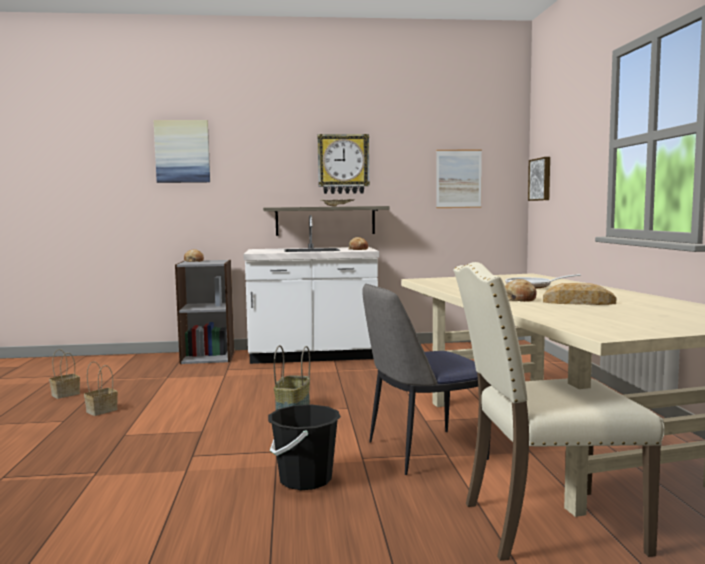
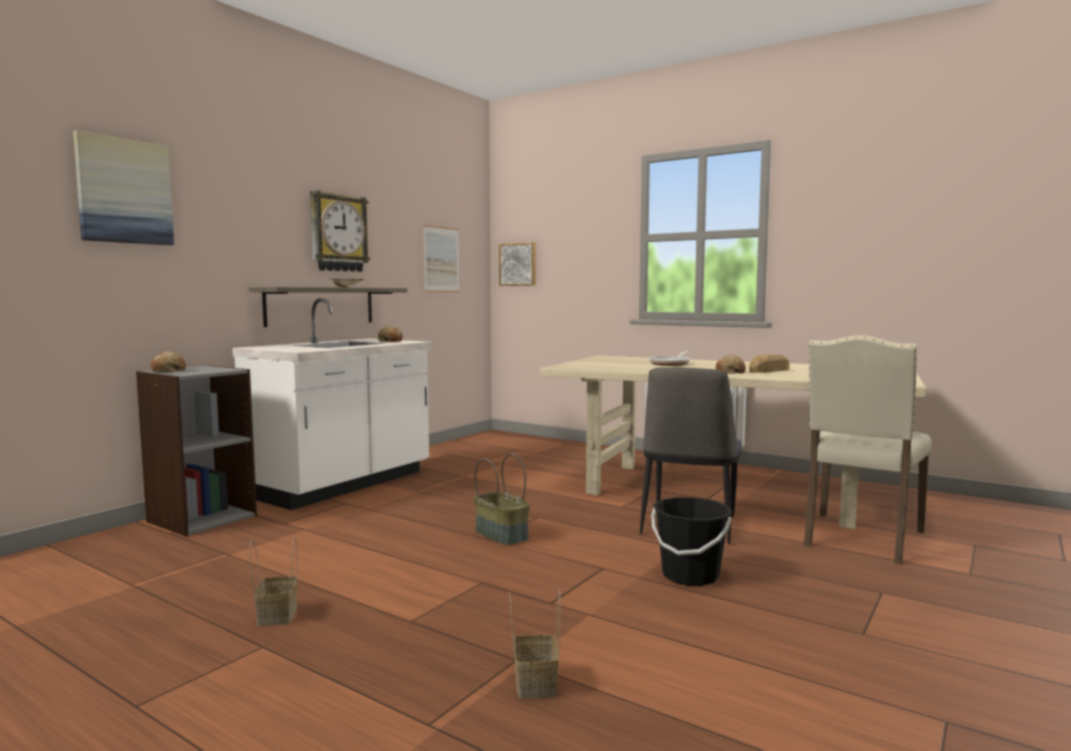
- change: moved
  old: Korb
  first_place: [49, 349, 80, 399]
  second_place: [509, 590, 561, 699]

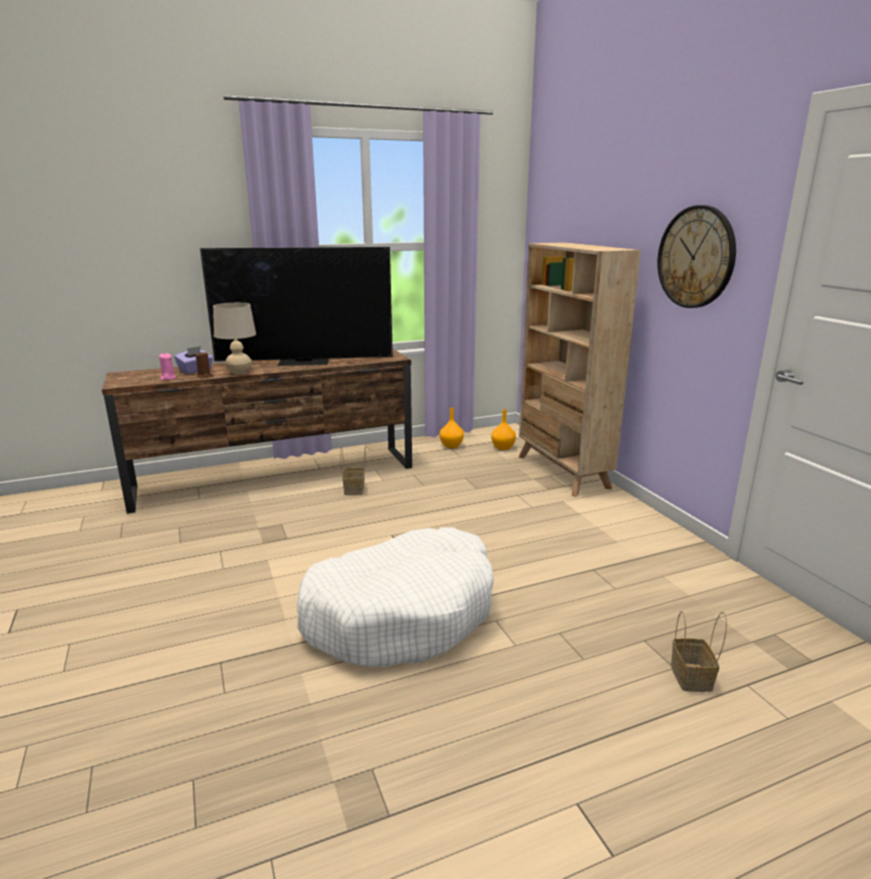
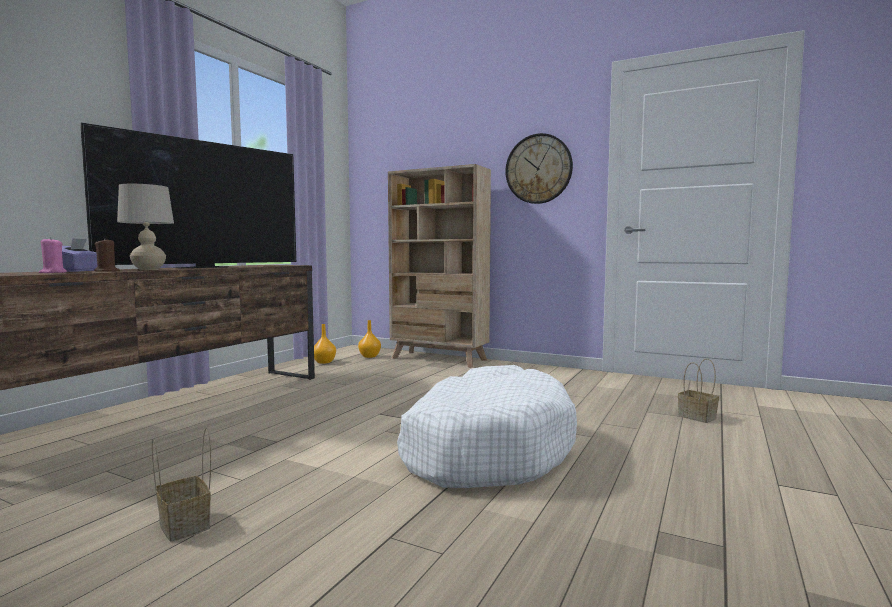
- change: moved
  old: Korb
  first_place: [340, 446, 366, 495]
  second_place: [152, 427, 211, 542]

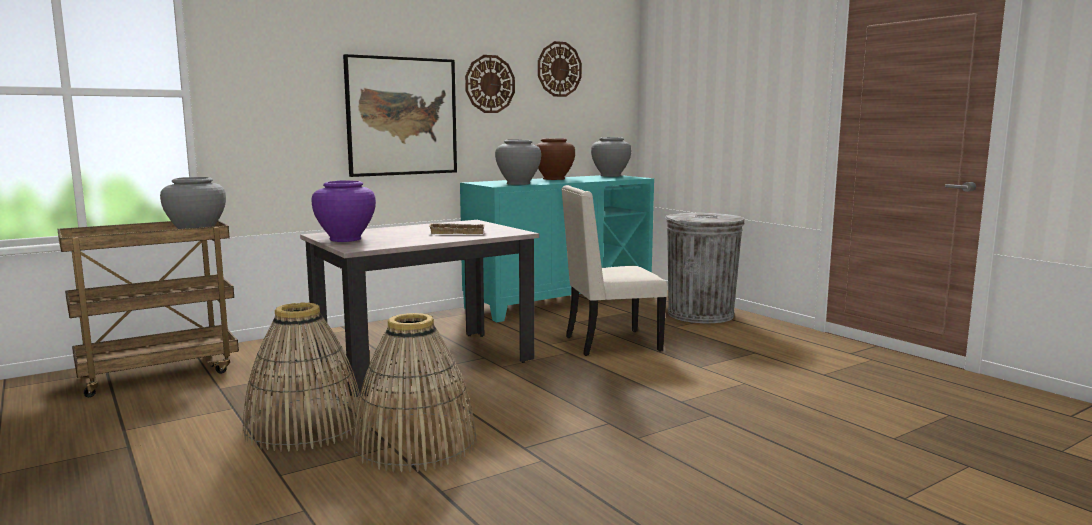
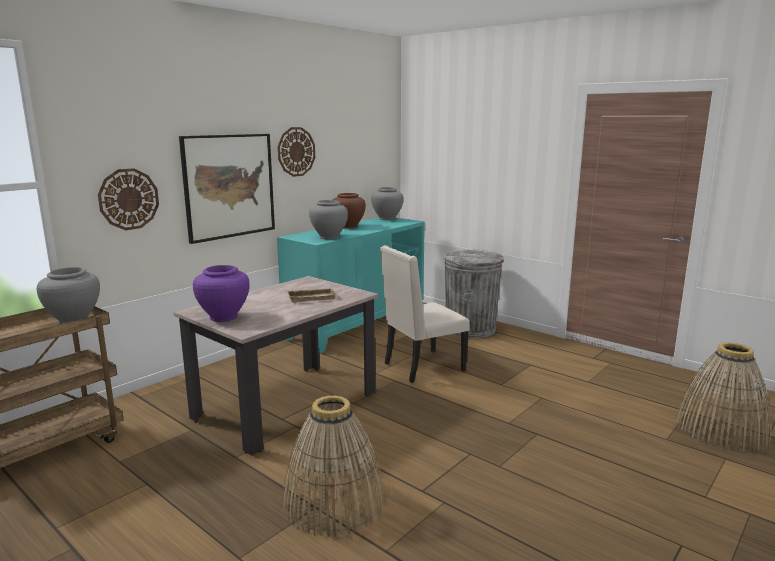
- change: moved
  old: Korb
  first_place: [243, 303, 363, 452]
  second_place: [676, 342, 772, 452]
- change: moved
  old: Wanduhr
  first_place: [538, 41, 582, 97]
  second_place: [98, 168, 159, 230]

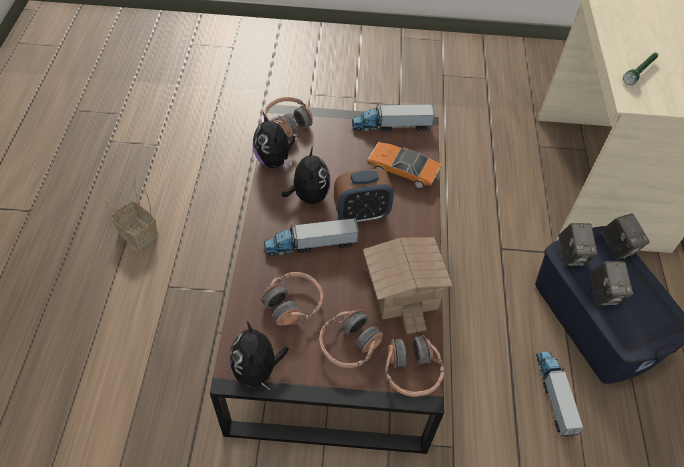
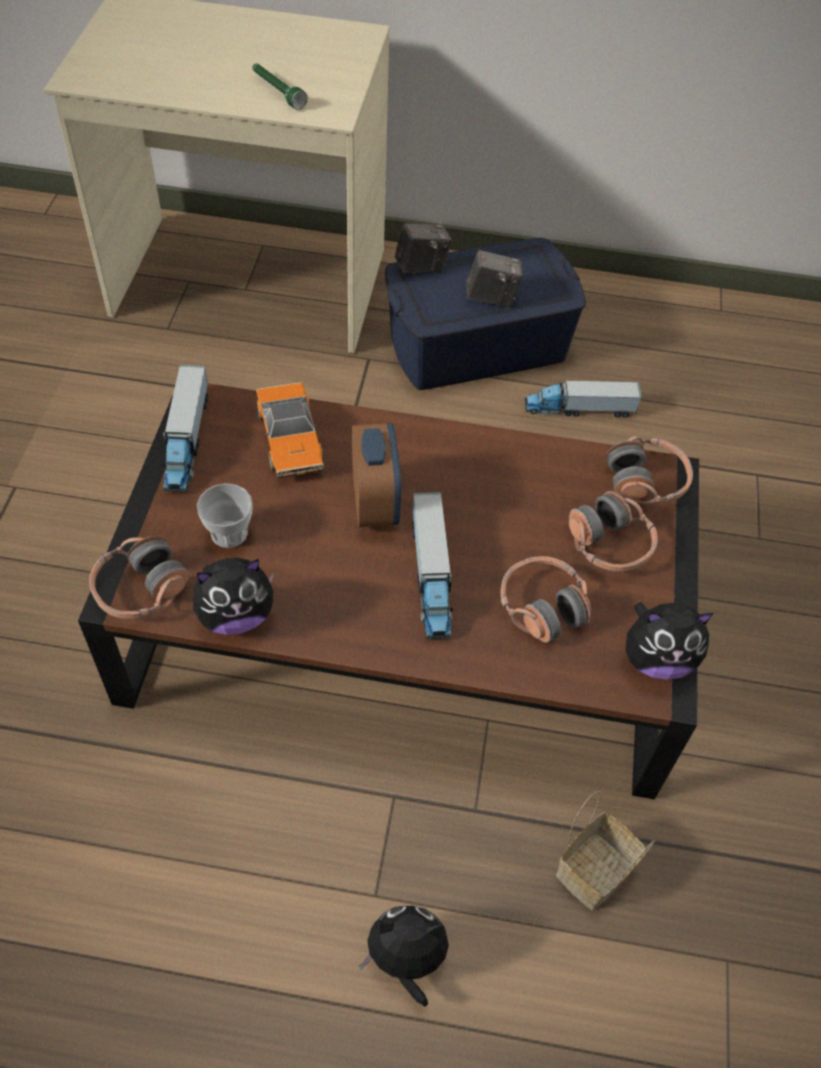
- change: moved
  old: Korb
  first_place: [106, 179, 159, 250]
  second_place: [556, 791, 655, 911]
- change: moved
  old: Plüschtier
  first_place: [282, 146, 331, 204]
  second_place: [359, 905, 449, 1007]
- change: removed
  old: Spielzeughaus
  first_place: [363, 237, 453, 334]
- change: turned
  old: Spielzeugauto
  first_place: [367, 142, 442, 189]
  second_place: [256, 382, 324, 478]
  degrees: -45
- change: removed
  old: Kamera
  first_place: [558, 223, 598, 266]
- change: added
  new: Tasse
  second_place: [197, 483, 253, 548]

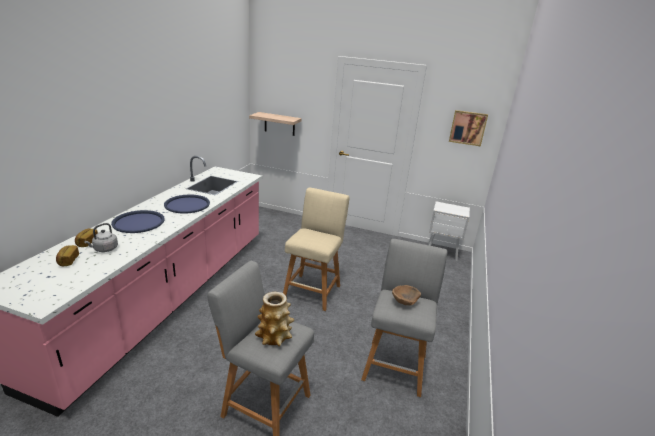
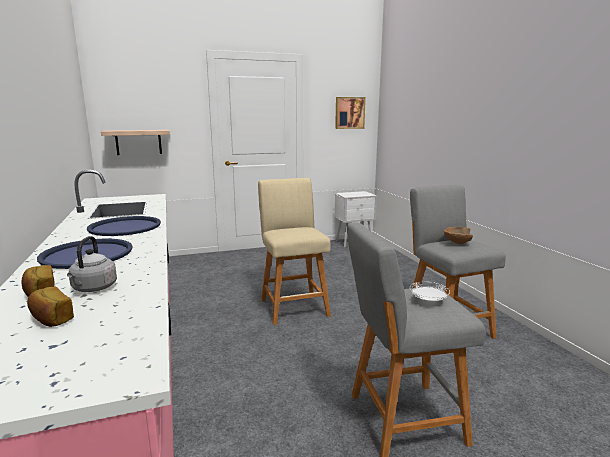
- change: replaced
  old: Vase
  new: Teller/weiß
  first_place: [255, 292, 294, 346]
  second_place: [410, 282, 450, 302]

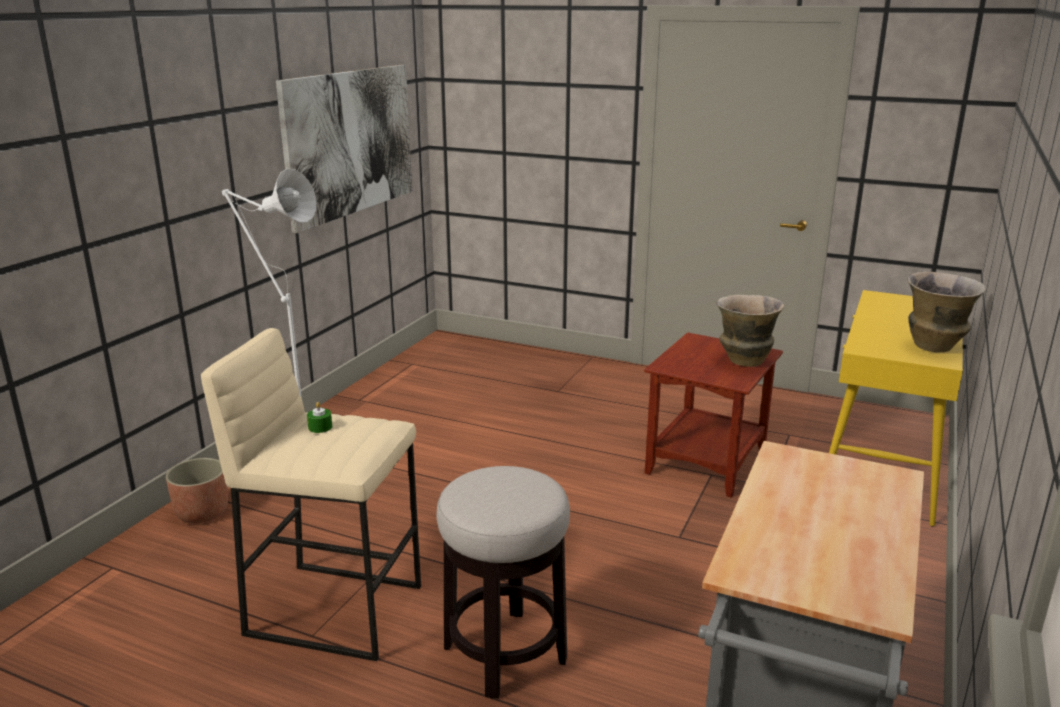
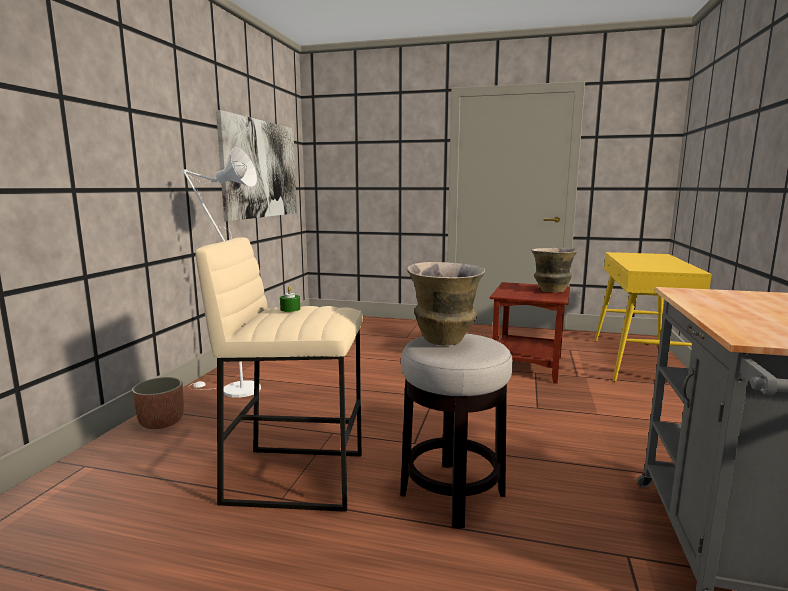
- change: moved
  old: Vase
  first_place: [907, 272, 986, 352]
  second_place: [407, 262, 486, 346]

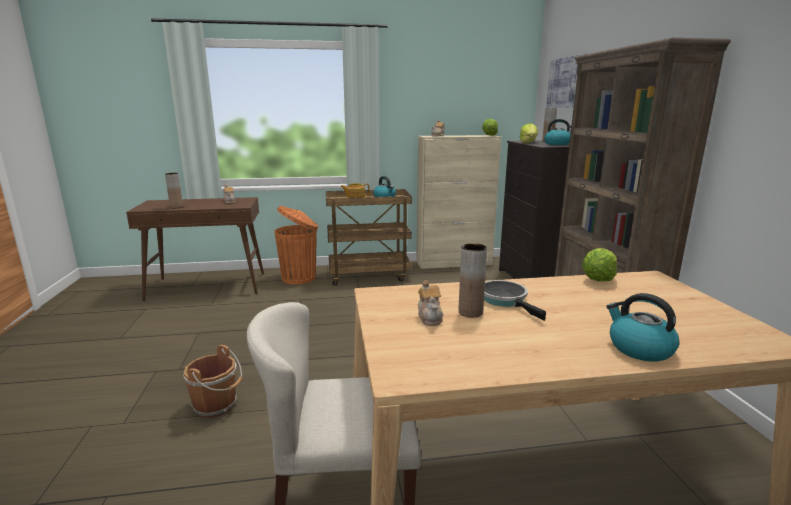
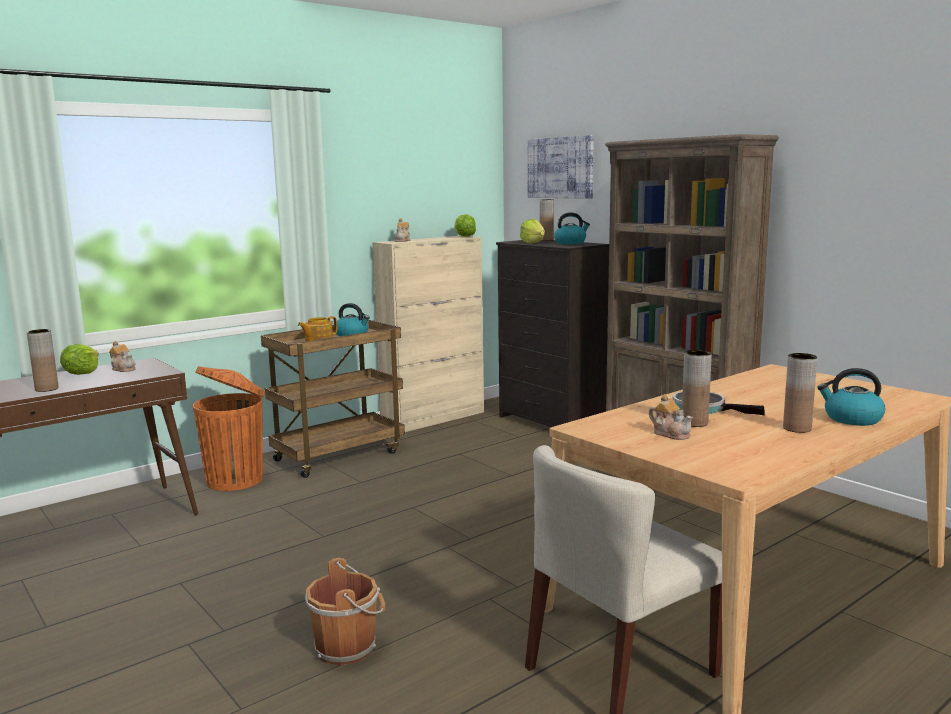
- change: moved
  old: Salatkopf
  first_place: [582, 249, 617, 282]
  second_place: [60, 343, 99, 375]
- change: added
  new: Vase/braun
  second_place: [783, 353, 817, 433]

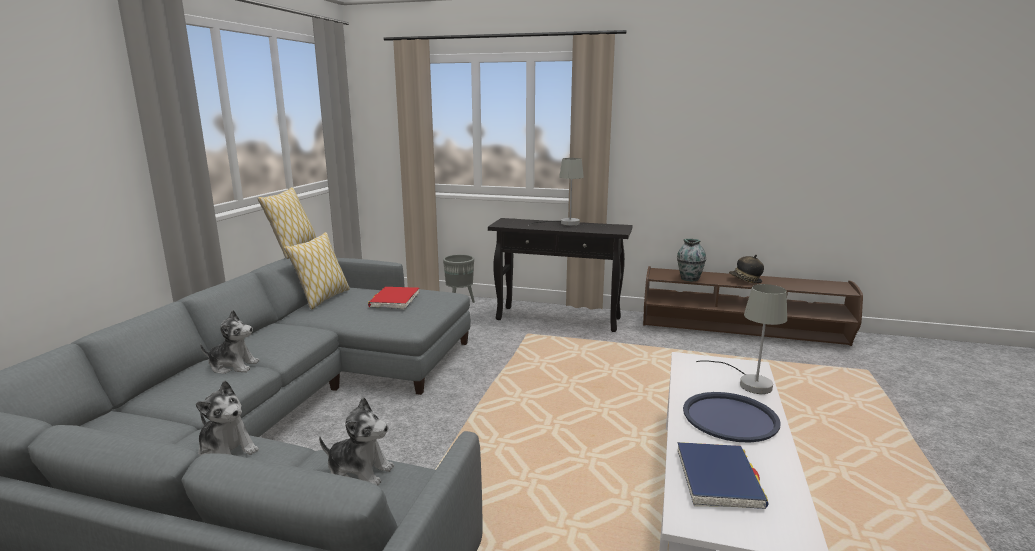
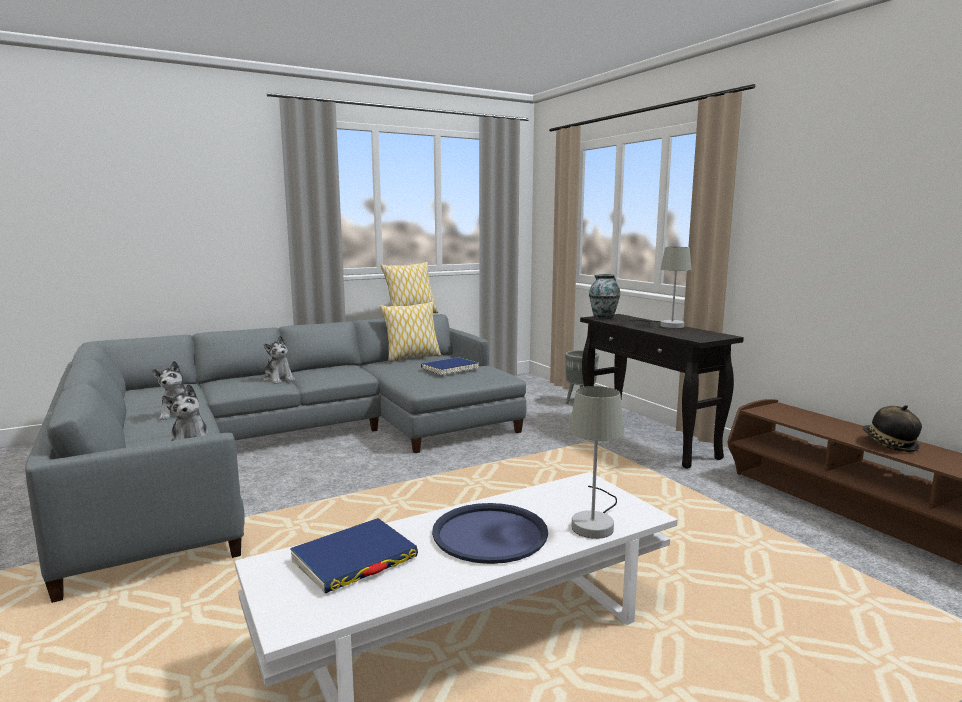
- change: recoloured
  old: Buch/rot
  new: Buch/blau
  first_place: [368, 287, 419, 310]
  second_place: [421, 357, 479, 376]
- change: moved
  old: Vase
  first_place: [677, 239, 706, 281]
  second_place: [589, 274, 620, 319]

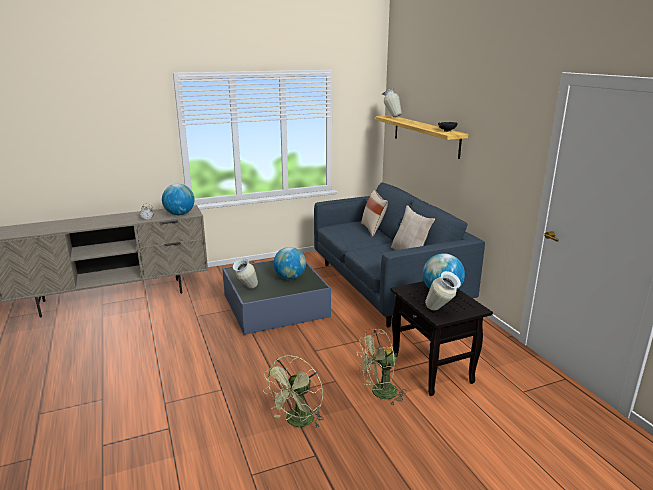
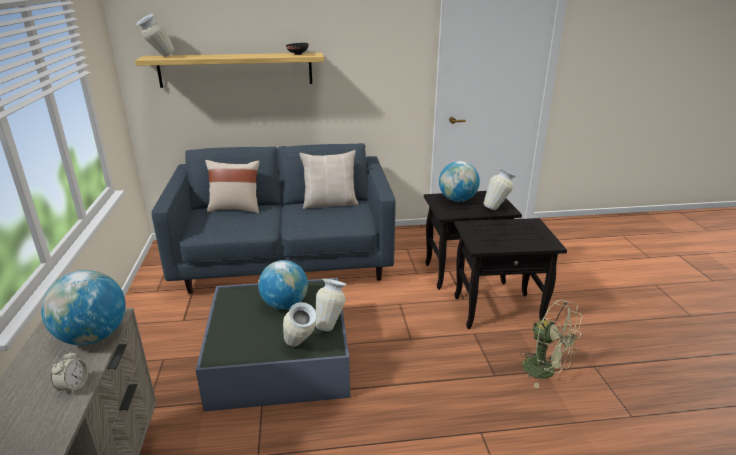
- change: replaced
  old: Ventilator/grün
  new: Beistelltisch/schwarz
  first_place: [357, 329, 407, 406]
  second_place: [455, 218, 567, 329]
- change: added
  new: Vase
  second_place: [315, 279, 347, 331]

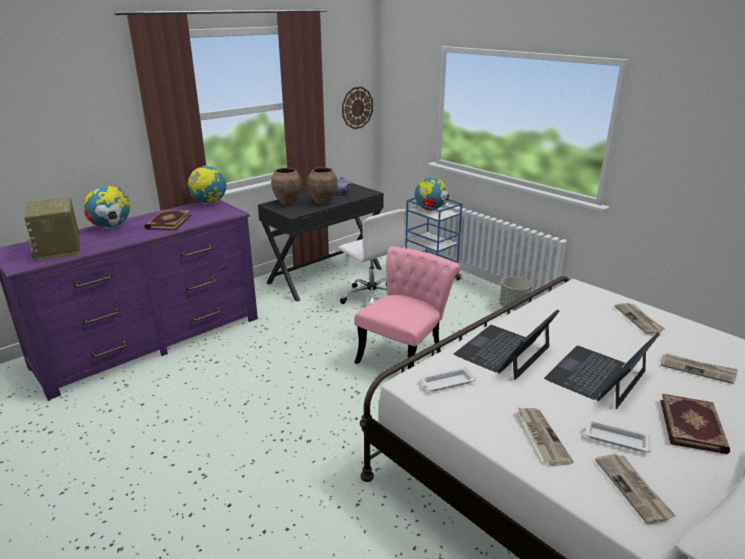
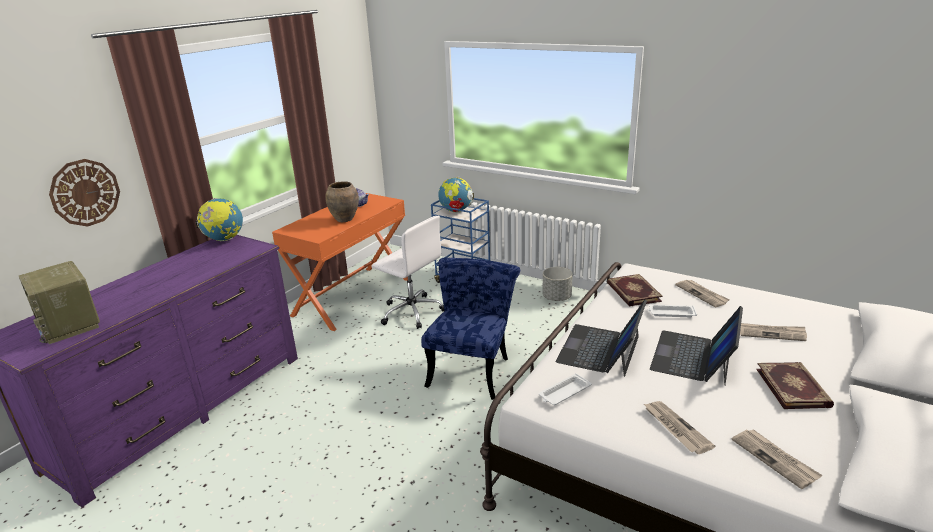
- change: removed
  old: Globus
  first_place: [83, 186, 130, 229]
- change: moved
  old: Buch
  first_place: [144, 210, 192, 230]
  second_place: [607, 274, 663, 306]
- change: recoloured
  old: Schreibtisch/schwarz
  new: Schreibtisch/orange
  first_place: [258, 182, 384, 302]
  second_place: [272, 193, 408, 331]
- change: removed
  old: Vase/braun
  first_place: [271, 168, 302, 205]
- change: moved
  old: Wanduhr
  first_place: [342, 87, 373, 129]
  second_place: [49, 159, 120, 227]
- change: recoloured
  old: Stuhl/rosa
  new: Stuhl/blau
  first_place: [354, 246, 461, 369]
  second_place: [421, 258, 520, 400]
- change: moved
  old: Tablett/weiß
  first_place: [583, 420, 651, 452]
  second_place: [648, 304, 697, 317]

